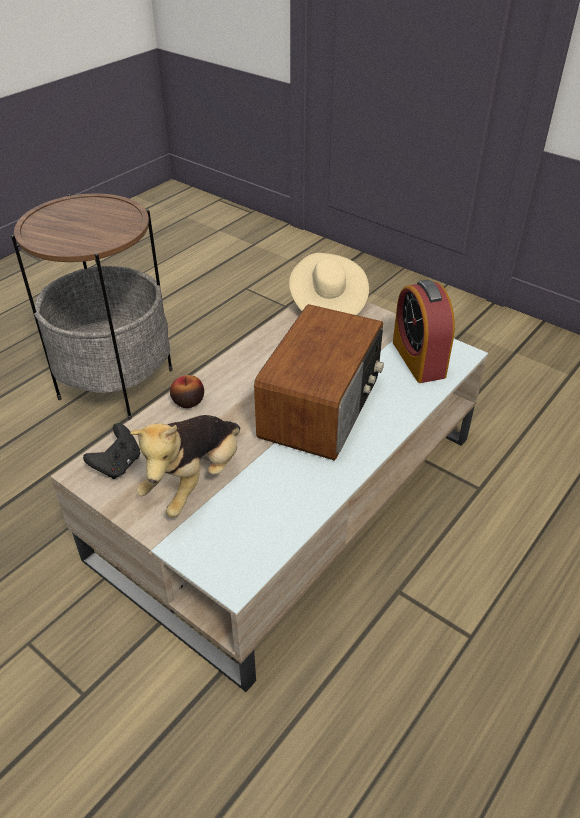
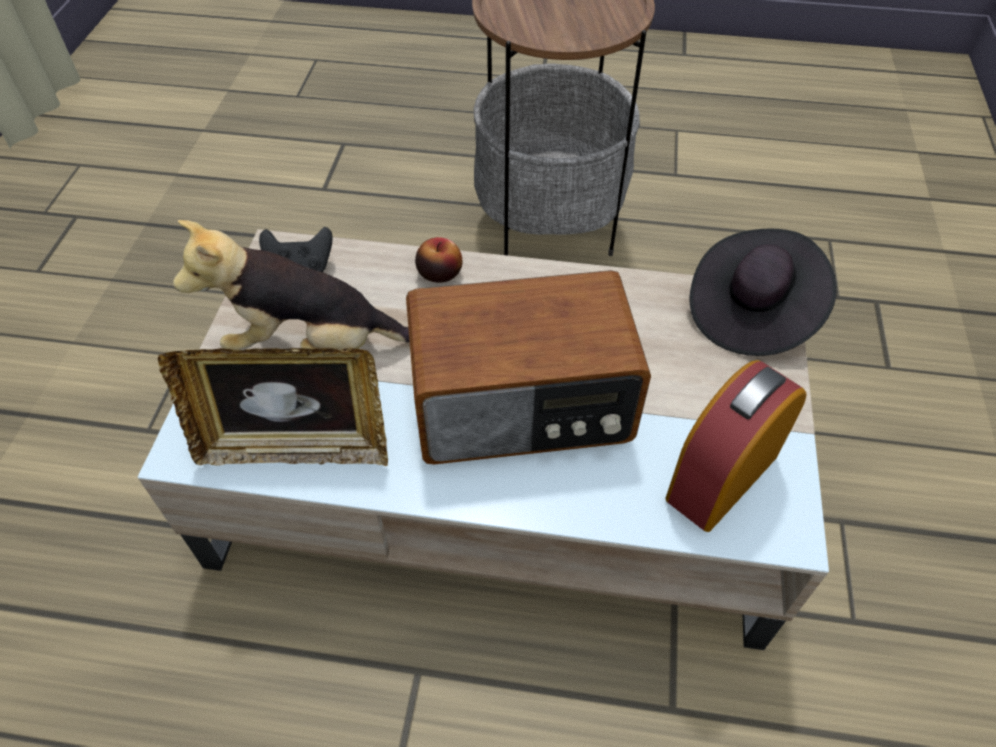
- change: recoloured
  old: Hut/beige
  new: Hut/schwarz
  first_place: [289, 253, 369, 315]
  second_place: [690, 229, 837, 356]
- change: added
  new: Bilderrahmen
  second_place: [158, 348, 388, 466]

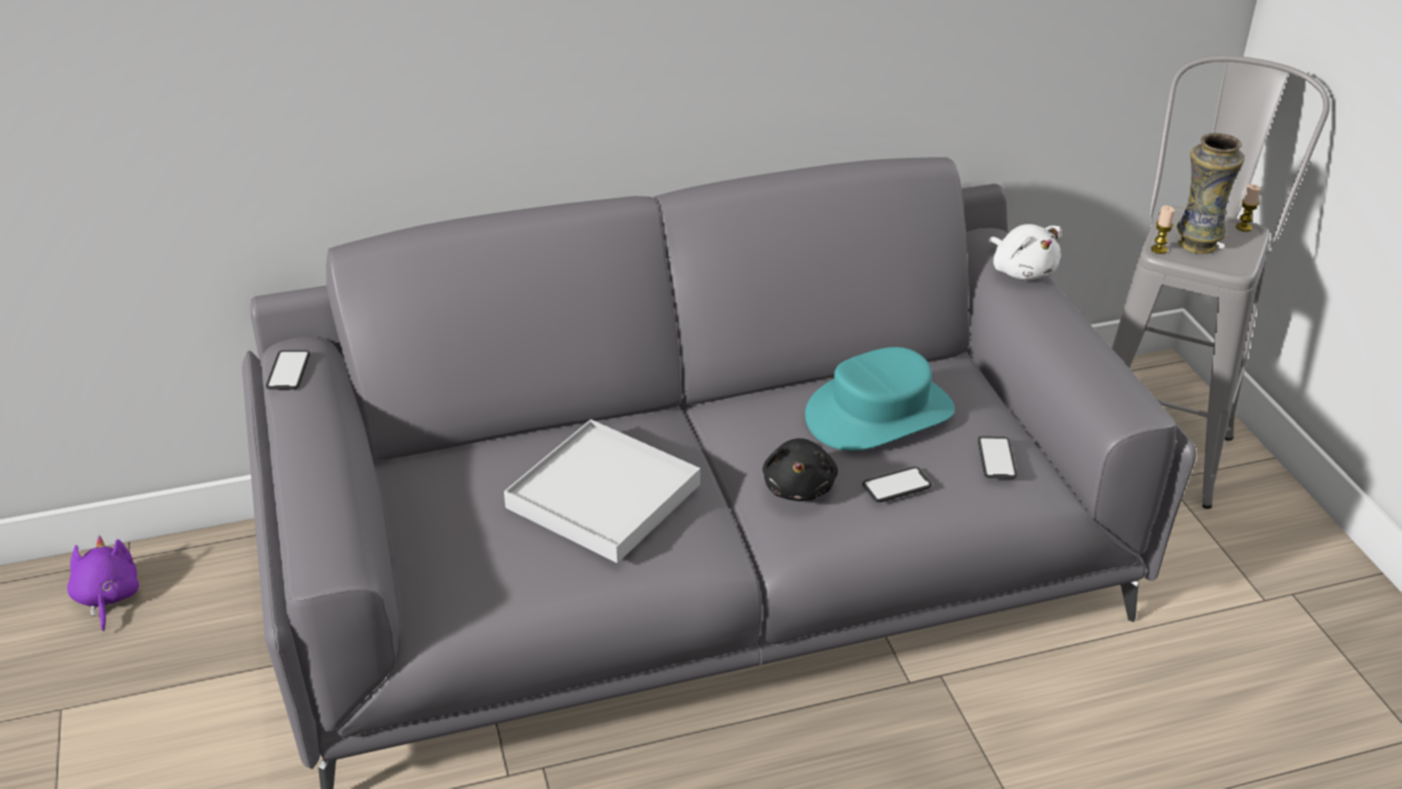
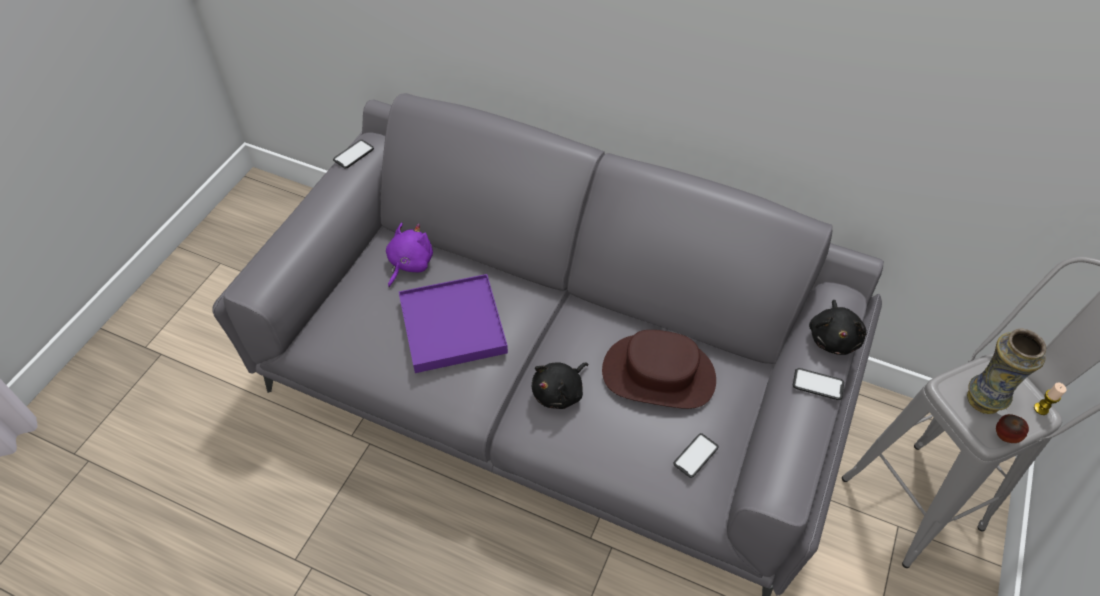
- change: moved
  old: Plüschtier/lila
  first_place: [67, 536, 139, 632]
  second_place: [386, 223, 433, 288]
- change: recoloured
  old: Tablett/weiß
  new: Tablett/lila
  first_place: [504, 419, 700, 563]
  second_place: [399, 274, 508, 373]
- change: recoloured
  old: Hut/türkis
  new: Hut/braun
  first_place: [805, 347, 955, 451]
  second_place: [602, 330, 716, 409]
- change: moved
  old: Handy
  first_place: [862, 467, 932, 502]
  second_place: [793, 368, 844, 400]
- change: recoloured
  old: Plüschtier/weiß
  new: Plüschtier/schwarz
  first_place: [988, 224, 1061, 280]
  second_place: [809, 300, 867, 355]
- change: removed
  old: Kerze
  first_place: [1151, 205, 1175, 254]
- change: added
  new: Apfel
  second_place: [996, 414, 1029, 443]

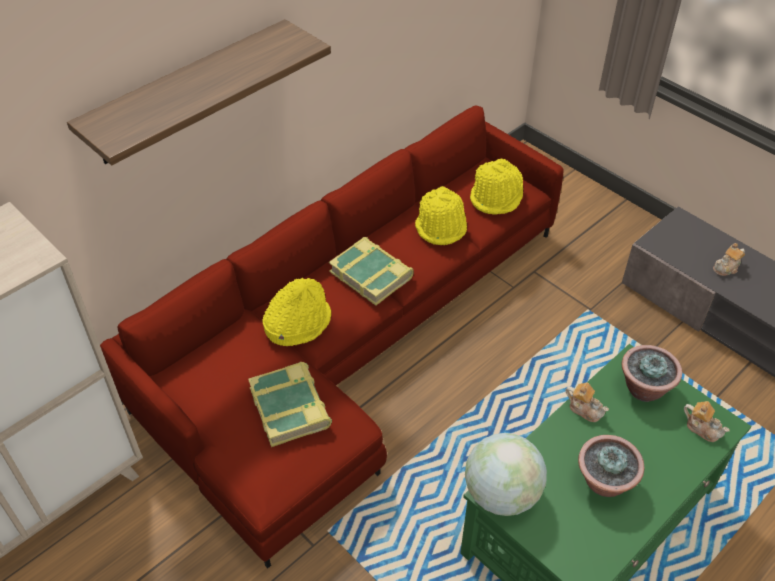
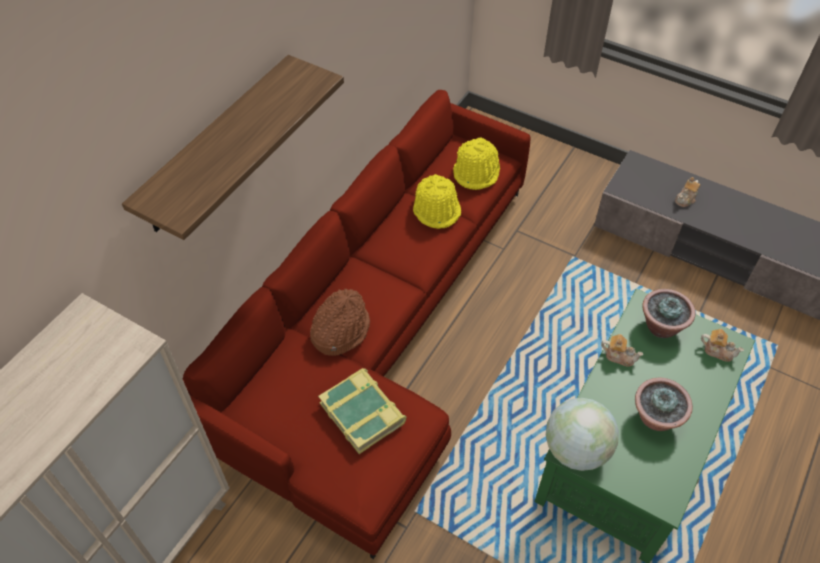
- change: recoloured
  old: Hut/gelb
  new: Hut/braun
  first_place: [262, 277, 331, 346]
  second_place: [310, 288, 370, 356]
- change: removed
  old: Buch
  first_place: [329, 237, 414, 306]

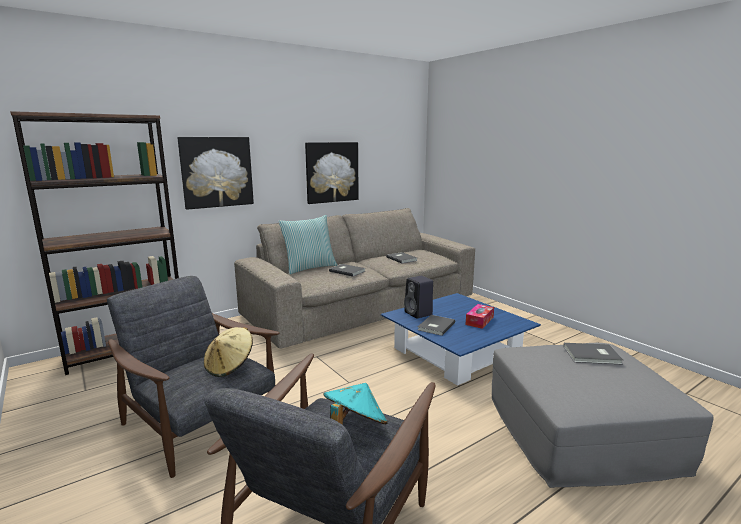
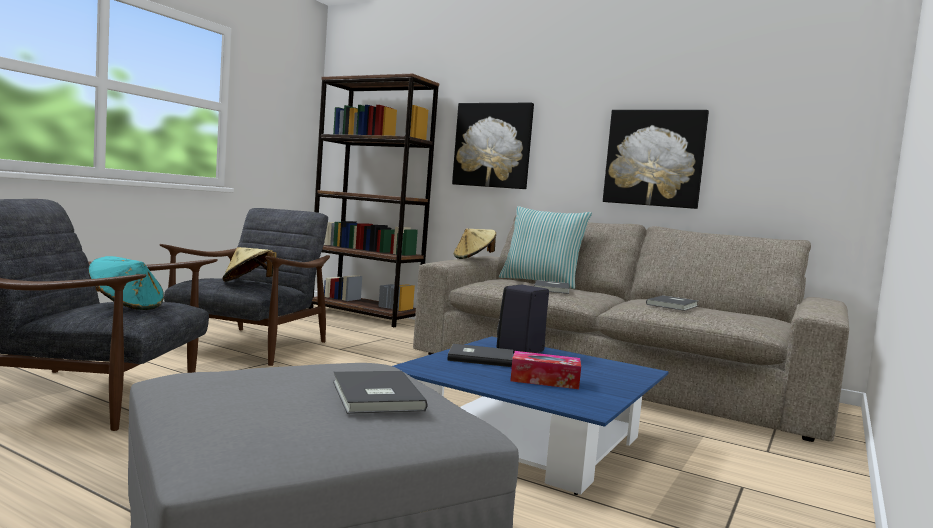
- change: added
  new: Hut/beige
  second_place: [454, 229, 496, 259]

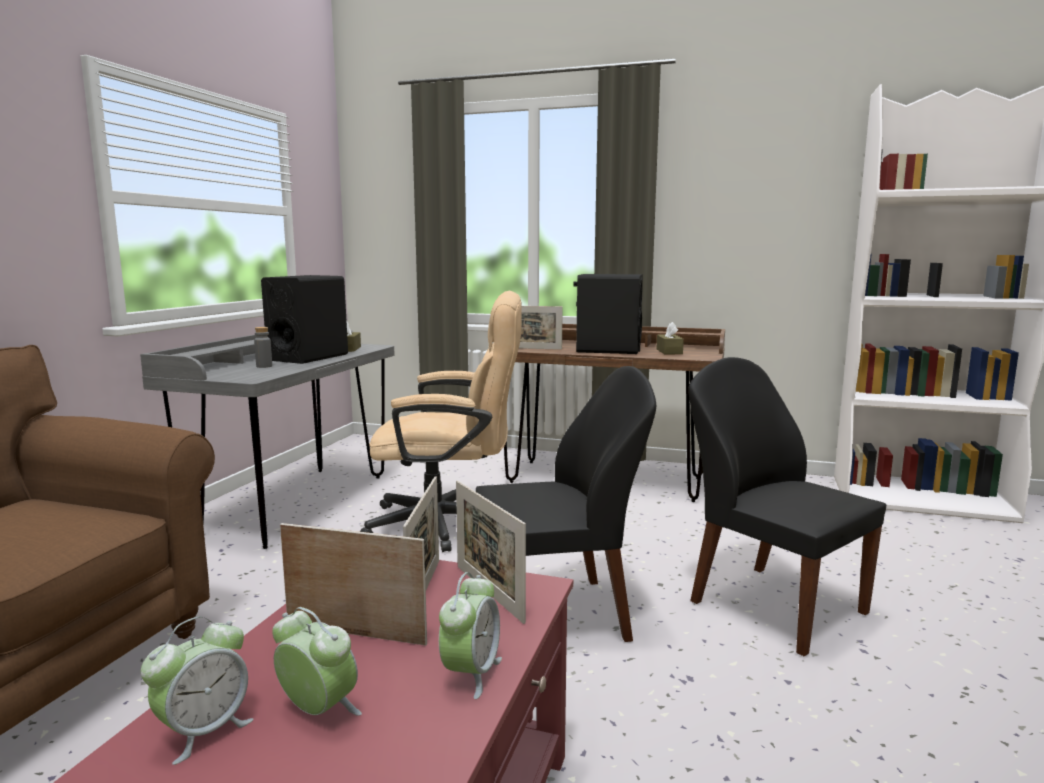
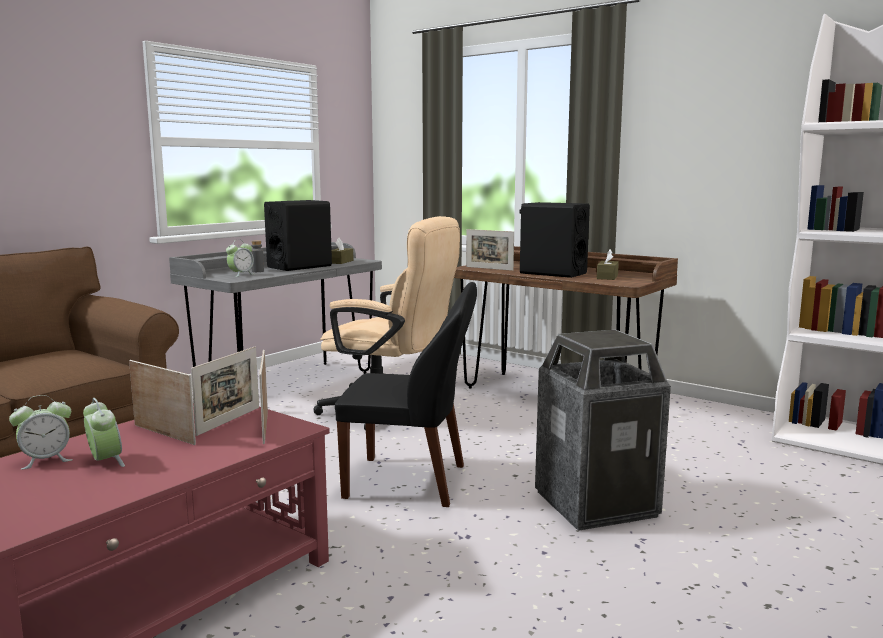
- change: moved
  old: Wecker
  first_place: [439, 572, 502, 699]
  second_place: [226, 239, 254, 277]
- change: replaced
  old: Stuhl/schwarz
  new: Mülleimer
  first_place: [688, 357, 886, 656]
  second_place: [535, 330, 671, 531]

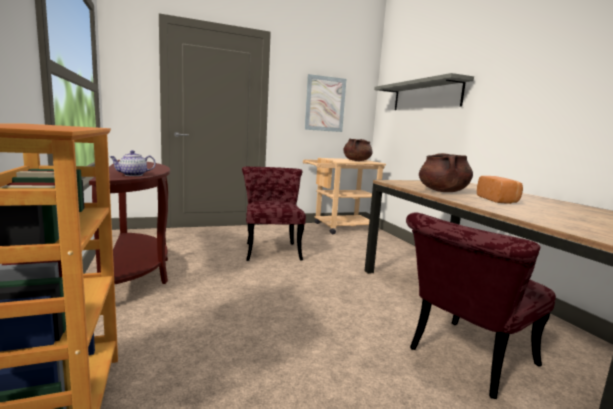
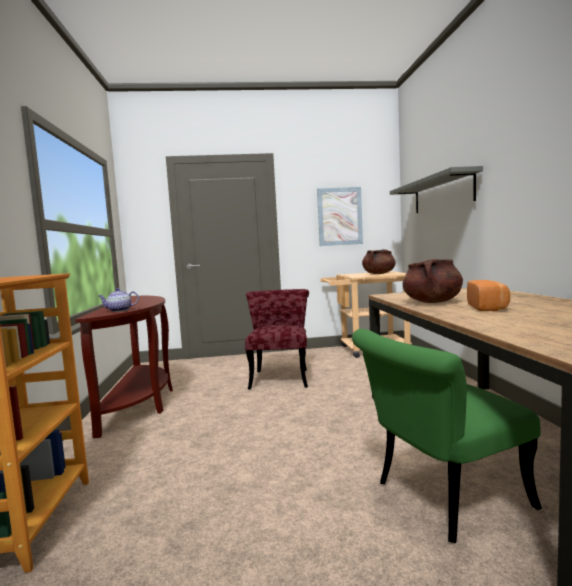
- change: recoloured
  old: Stuhl/rot
  new: Stuhl/grün
  first_place: [406, 213, 556, 399]
  second_place: [352, 329, 542, 543]

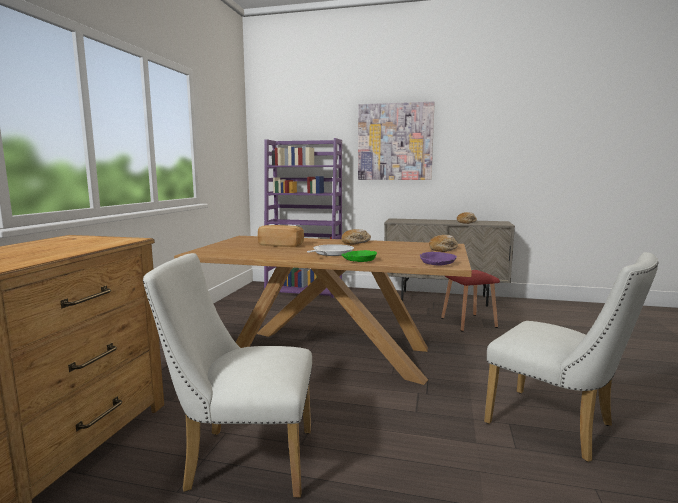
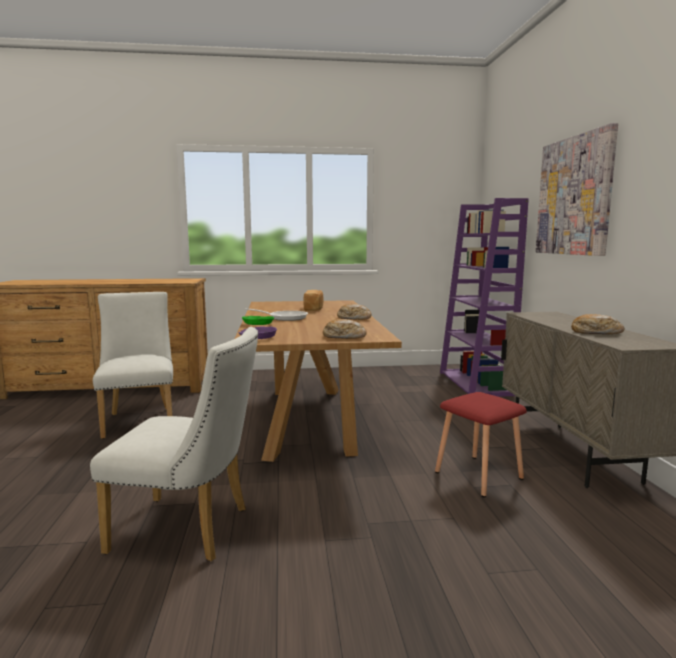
- change: turned
  old: Stuhl/weiß
  first_place: [484, 252, 659, 462]
  second_place: [90, 327, 258, 561]
  degrees: -105

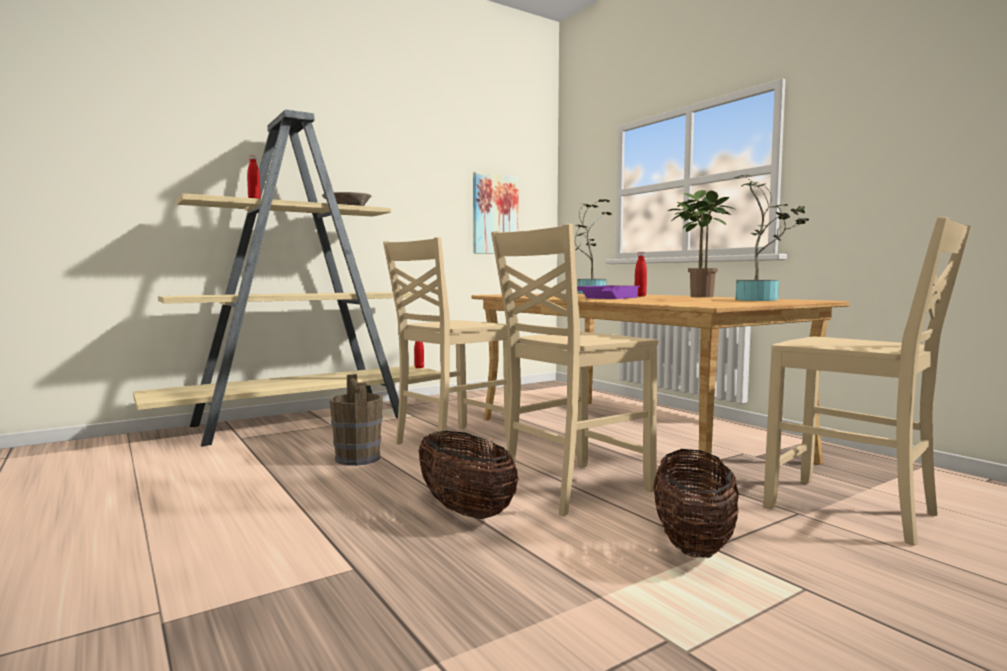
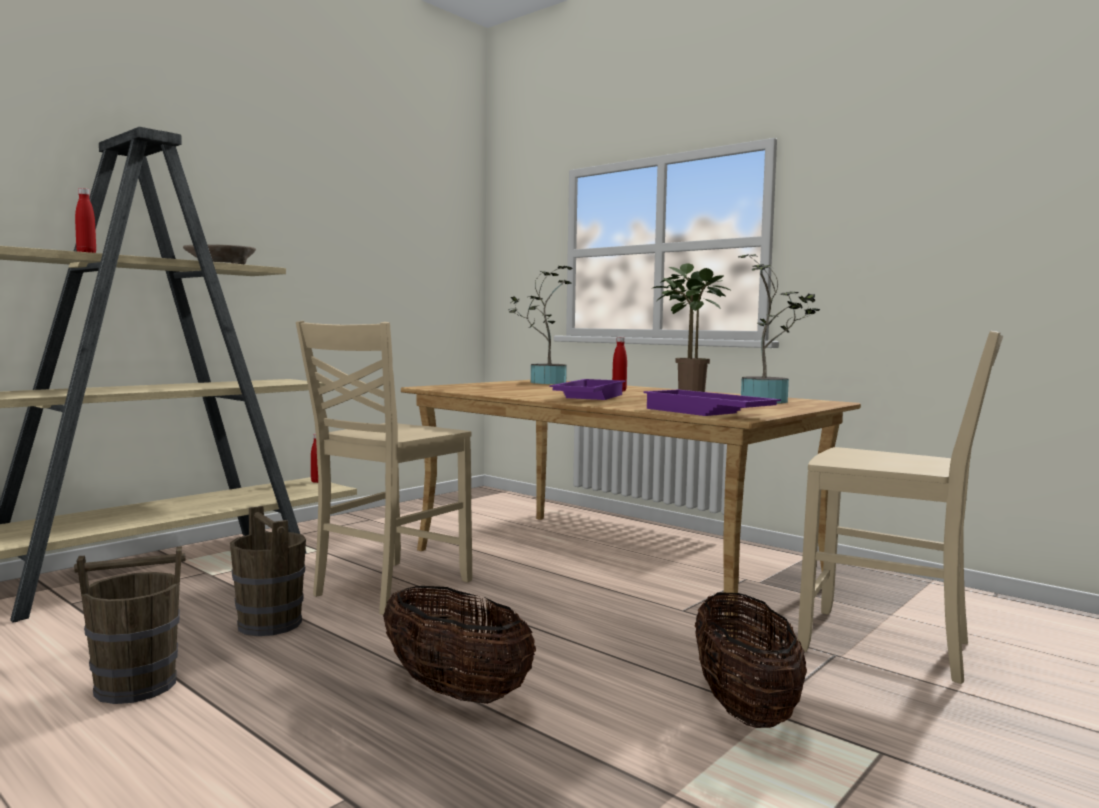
- change: removed
  old: Bild
  first_place: [473, 172, 519, 254]
- change: removed
  old: Stuhl/beige
  first_place: [491, 224, 658, 516]
- change: added
  new: Eimer/braun
  second_place: [74, 546, 186, 704]
- change: added
  new: Tablett/lila
  second_place: [643, 390, 781, 416]

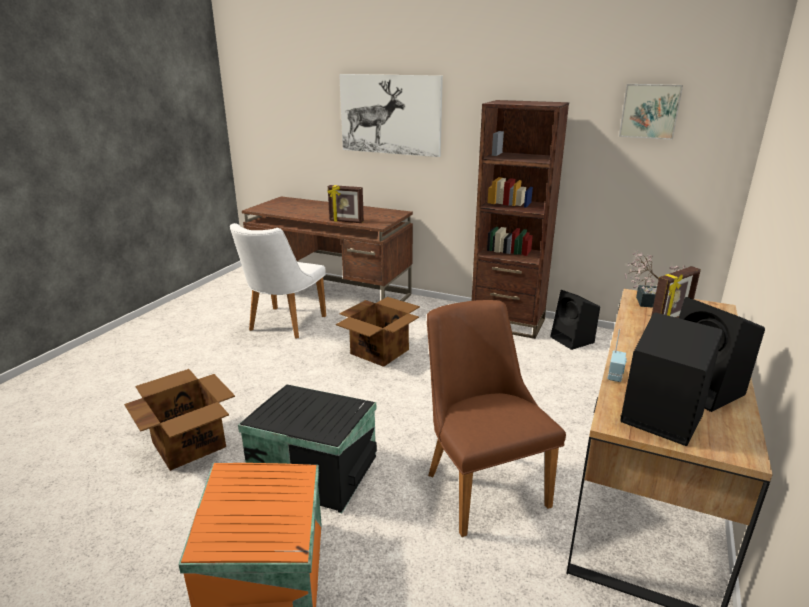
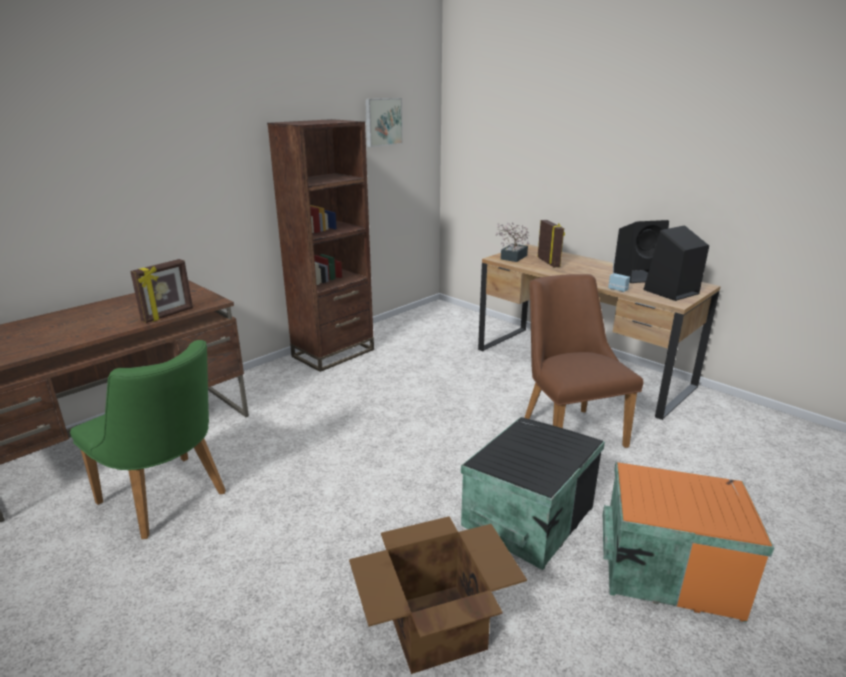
- change: recoloured
  old: Stuhl/weiß
  new: Stuhl/grün
  first_place: [230, 223, 326, 339]
  second_place: [70, 340, 226, 539]
- change: removed
  old: Karton
  first_place: [336, 297, 420, 367]
- change: removed
  old: Bild
  first_place: [339, 74, 443, 157]
- change: turned
  old: Stuhl/braun
  first_place: [427, 300, 566, 537]
  second_place: [525, 274, 644, 448]
  degrees: 75
- change: removed
  old: Lautsprecher/schwarz
  first_place: [550, 290, 600, 350]

